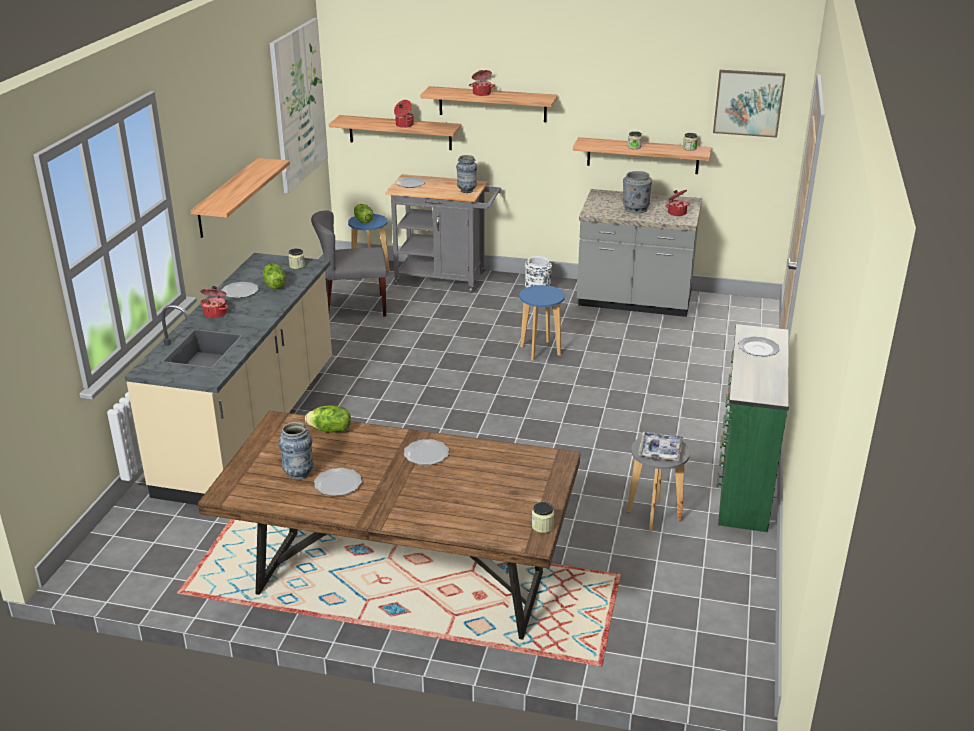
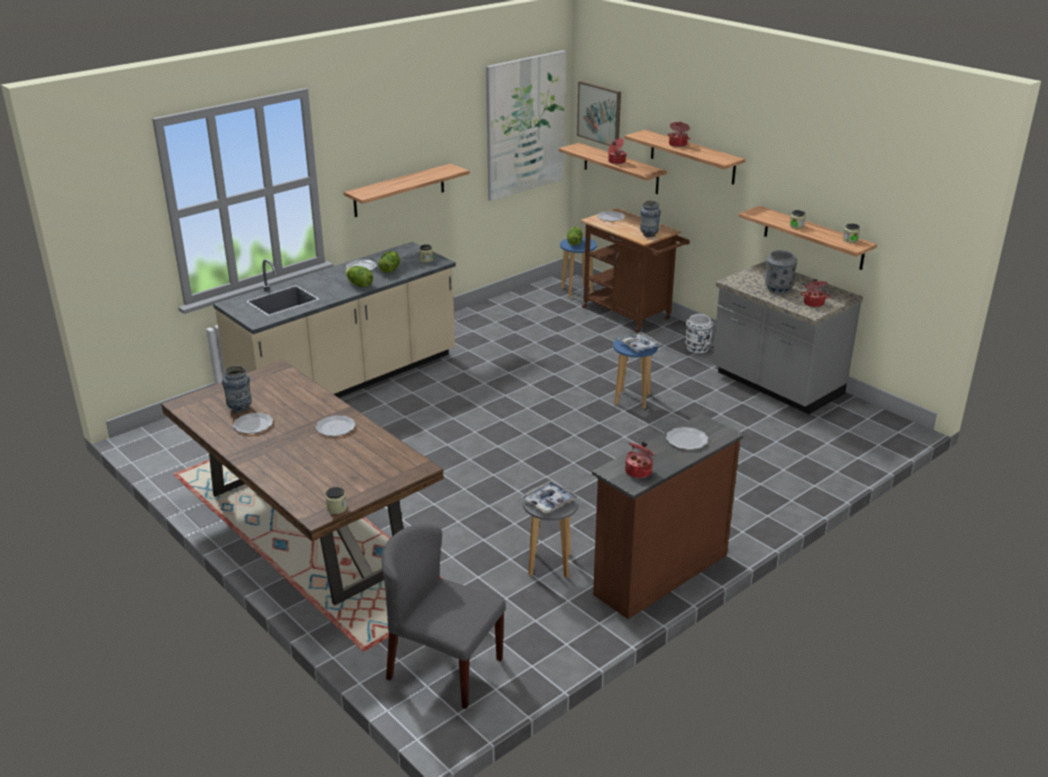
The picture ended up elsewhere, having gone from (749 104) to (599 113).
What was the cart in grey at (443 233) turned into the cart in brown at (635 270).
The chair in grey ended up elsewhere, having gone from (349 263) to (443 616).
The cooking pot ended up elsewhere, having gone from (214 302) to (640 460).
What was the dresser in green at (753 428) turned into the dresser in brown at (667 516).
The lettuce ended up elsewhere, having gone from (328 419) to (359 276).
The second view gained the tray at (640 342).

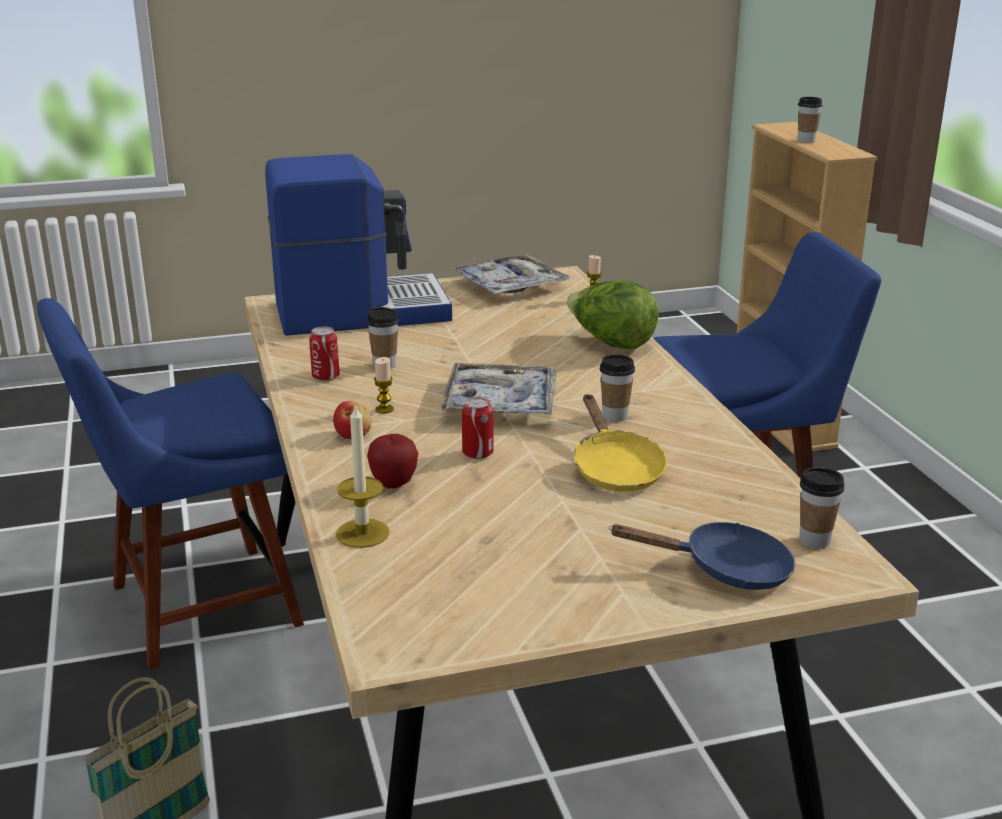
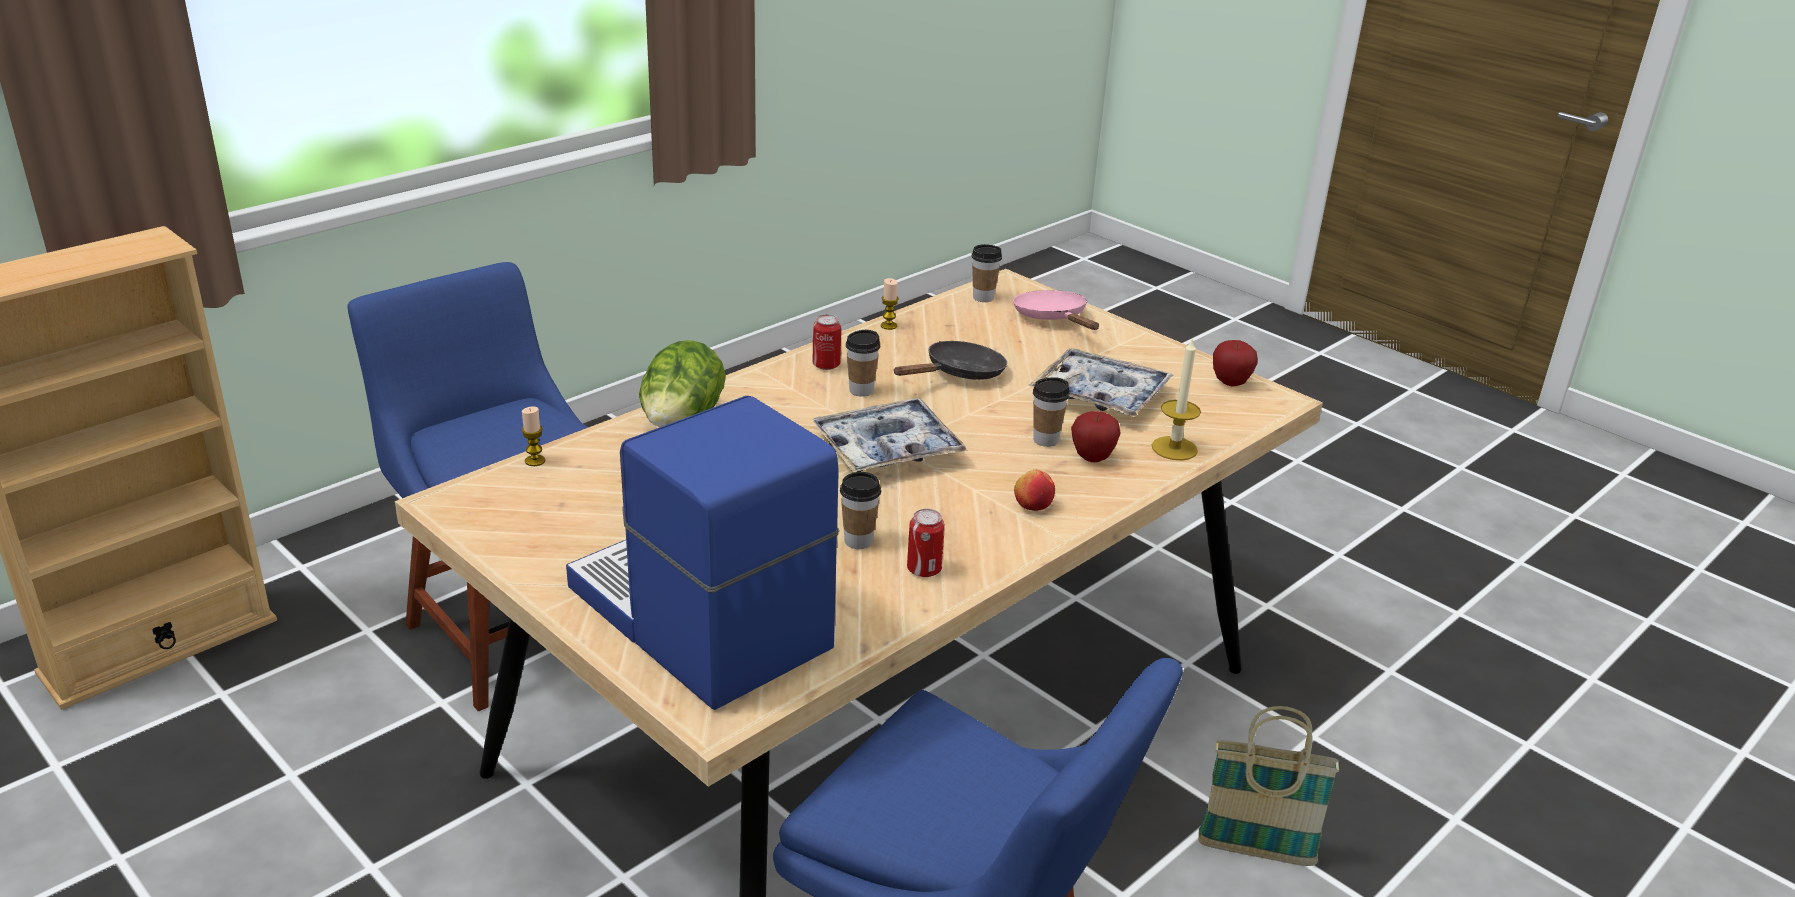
The cup ended up elsewhere, having gone from (810 120) to (1051 412).
The tray ended up elsewhere, having gone from (510 274) to (1100 382).
The candle ended up elsewhere, having gone from (384 385) to (890 304).
What was the frying pan in yellow at (620 443) turned into the frying pan in black at (950 360).
The can ended up elsewhere, having gone from (478 428) to (826 342).
What was the frying pan in blue at (702 556) turned into the frying pan in pink at (1056 310).
The second view gained the apple at (1235 363).

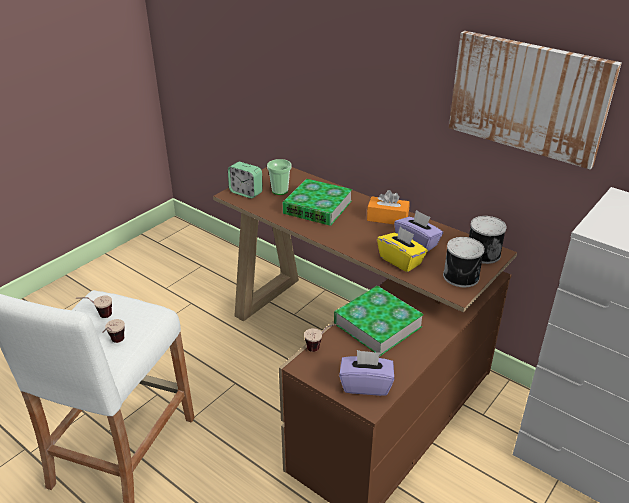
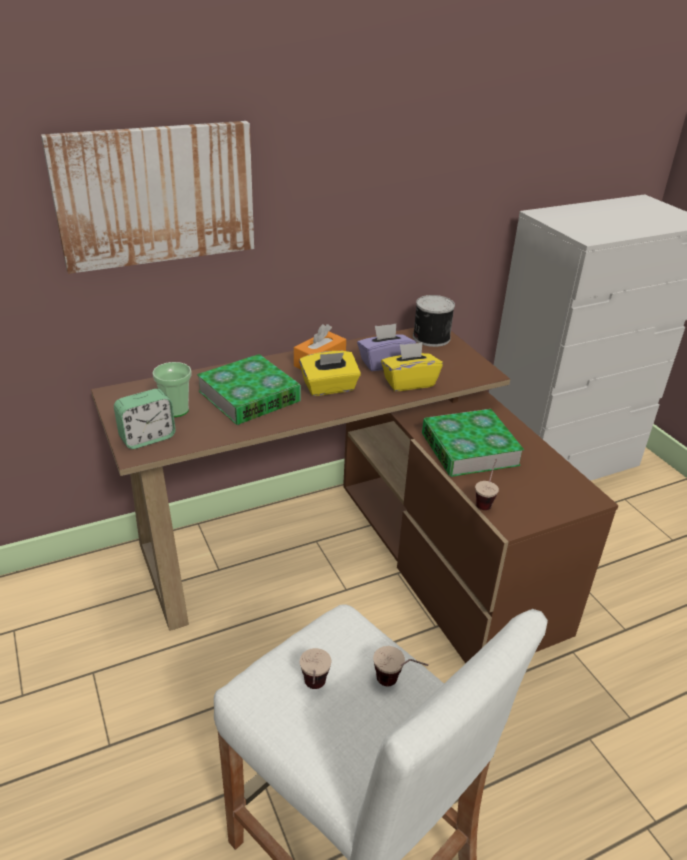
The picture ended up elsewhere, having gone from (535 100) to (147 197).
The second view lost the can at (464 262).
The second view lost the tissue box in purple at (366 373).
The second view gained the tissue box in yellow at (330 373).

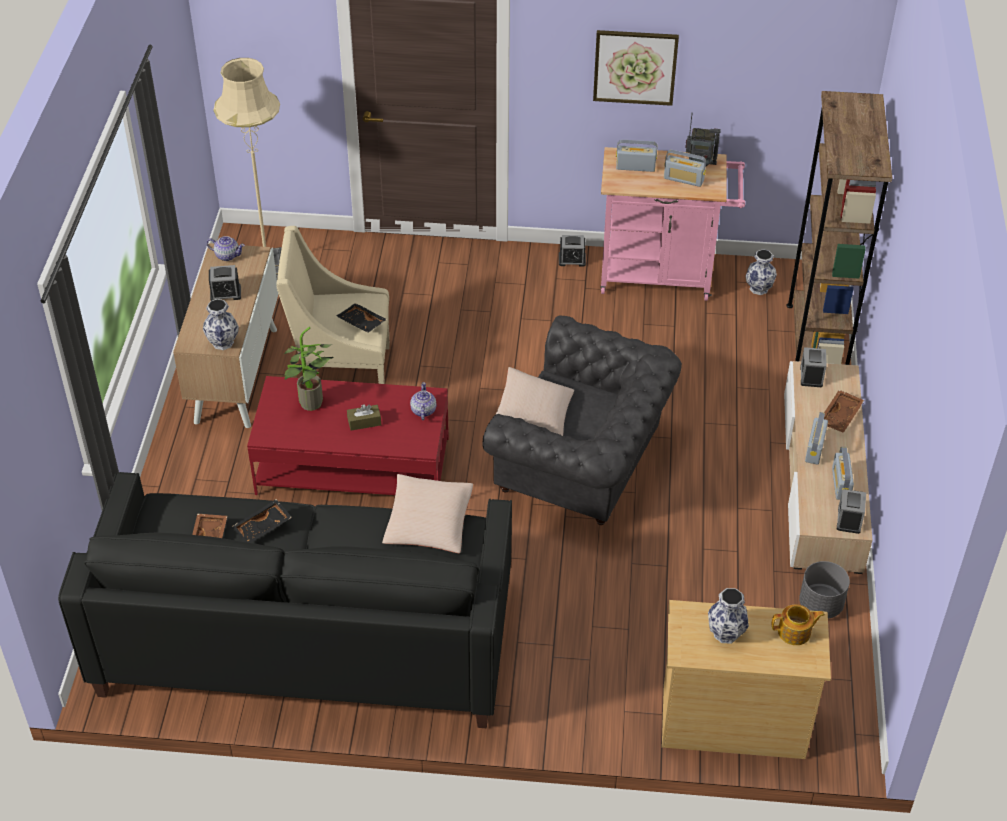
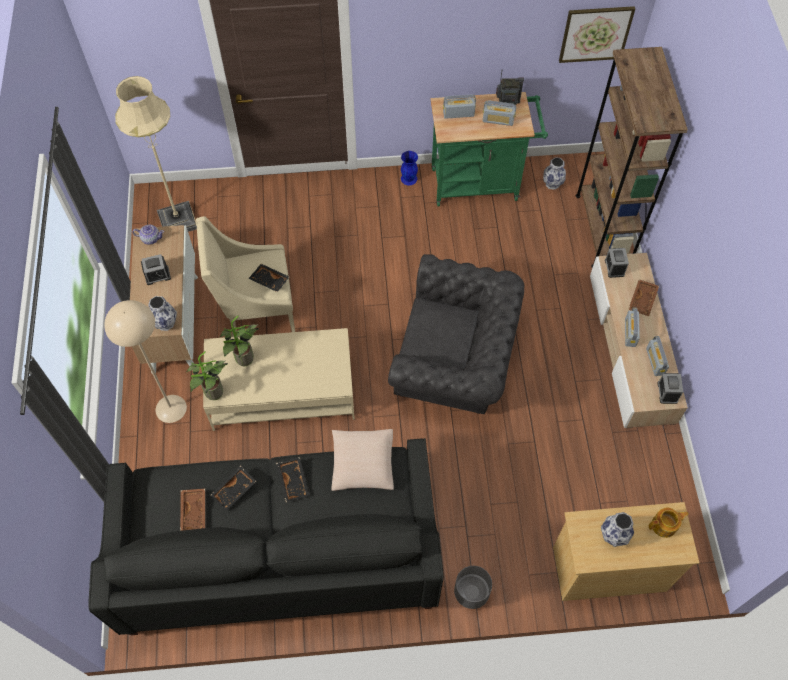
The picture ended up elsewhere, having gone from (636 68) to (597 34).
What was the cart in pink at (673 224) turned into the cart in green at (489 149).
Where the alarm clock stood at (572 251), the vase in blue came to stand at (409 168).
The second view lost the pillow in beige at (534 401).
What was the coffee table in red at (348 435) turned into the coffee table in beige at (279 379).
The second view lost the teapot at (423 401).
The second view lost the tissue box in brown at (364 417).
The planter in grey ended up elsewhere, having gone from (824 590) to (473 587).
The second view gained the floor lamp in beige at (145 361).
The second view gained the potted plant at (207 375).
The second view gained the tray in black at (293 479).

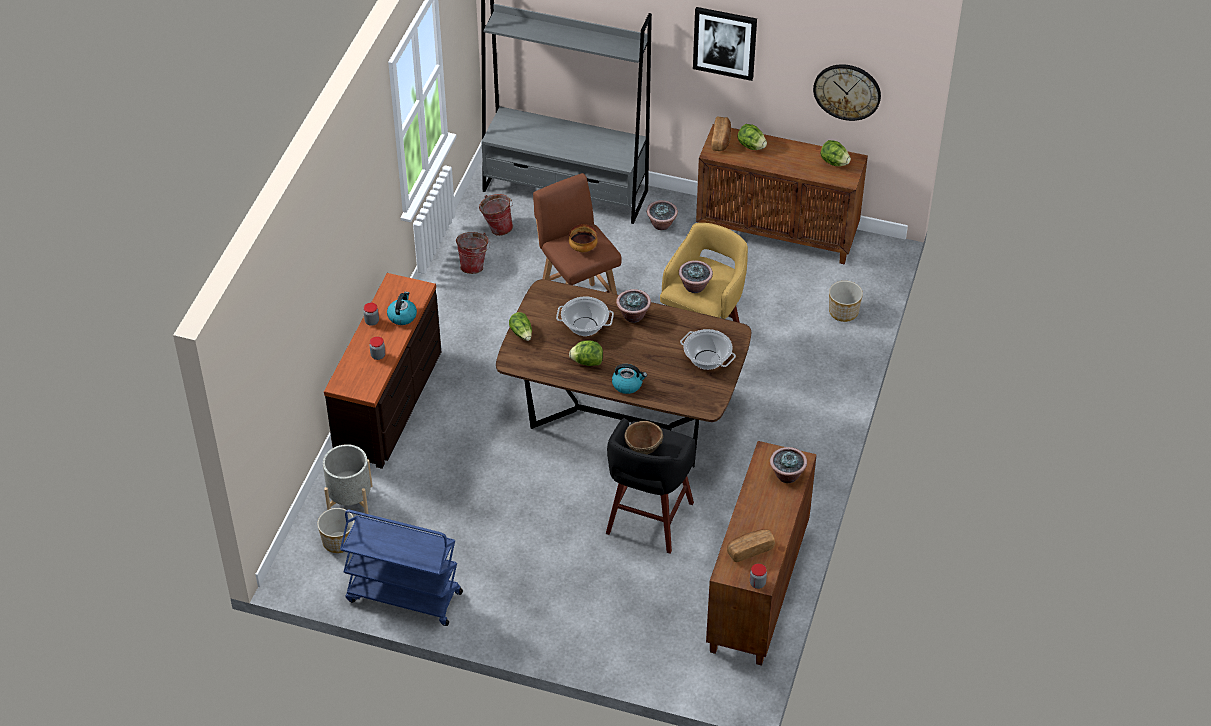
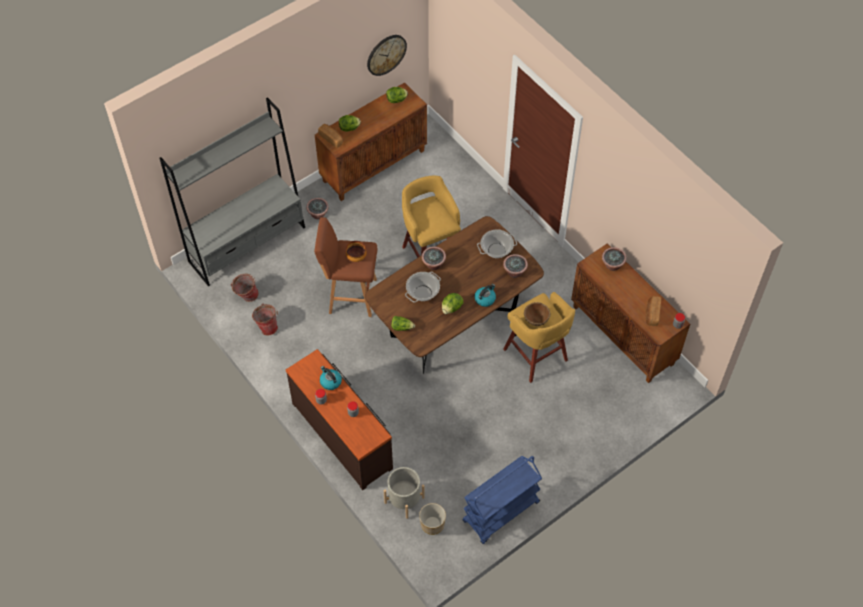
The second view lost the picture at (725 44).
The potted plant ended up elsewhere, having gone from (696 276) to (515 266).
The second view lost the planter at (846 301).
What was the stool in black at (651 486) turned into the stool in yellow at (539 337).

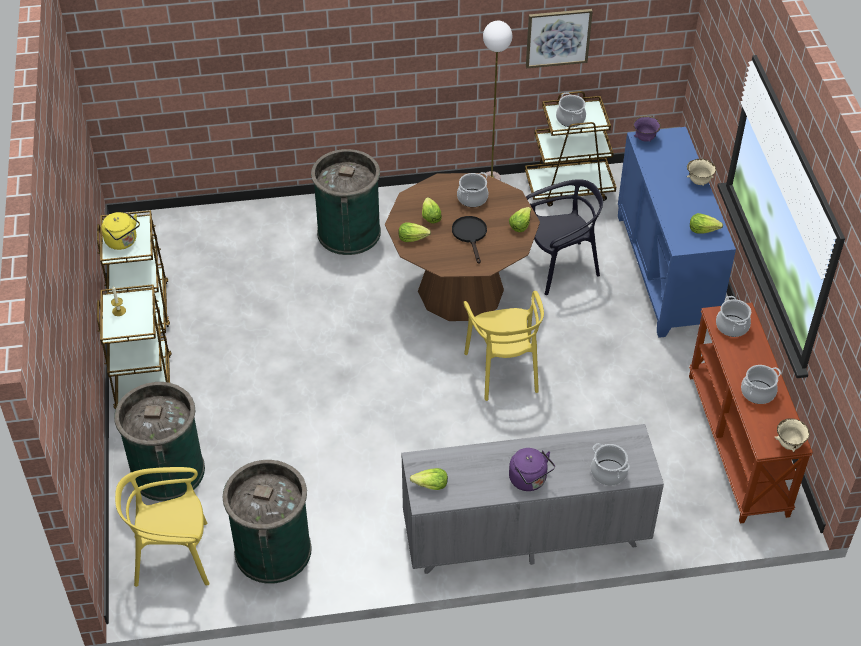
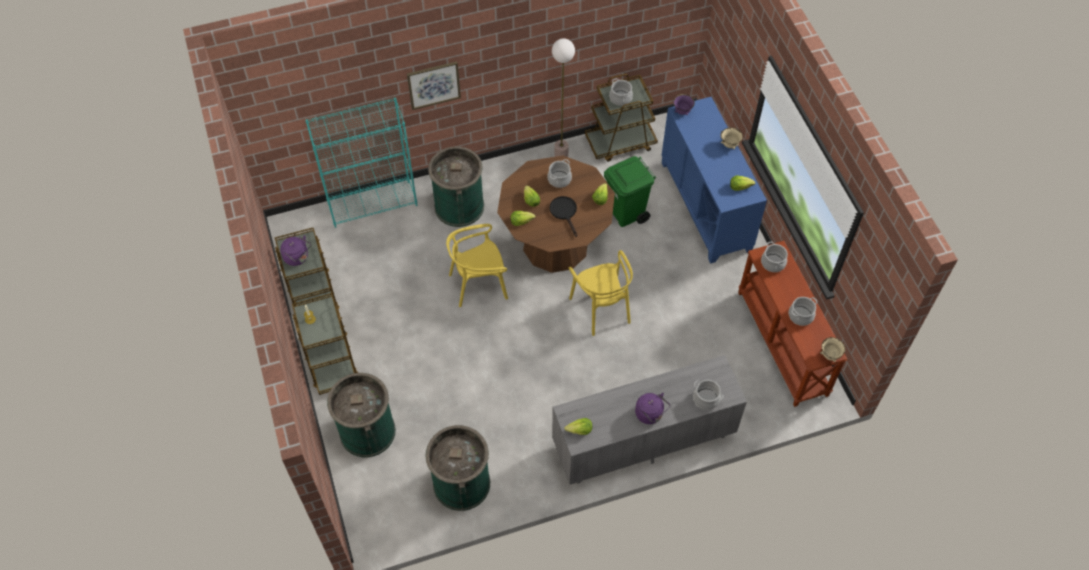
The picture ended up elsewhere, having gone from (559 38) to (434 85).
Where the chair in black stood at (564 237), the trash can in green came to stand at (630 191).
What was the kettle in yellow at (120 231) turned into the kettle in purple at (295 250).
The chair in yellow ended up elsewhere, having gone from (162 527) to (477 265).
The second view gained the bookcase in turquoise at (361 162).

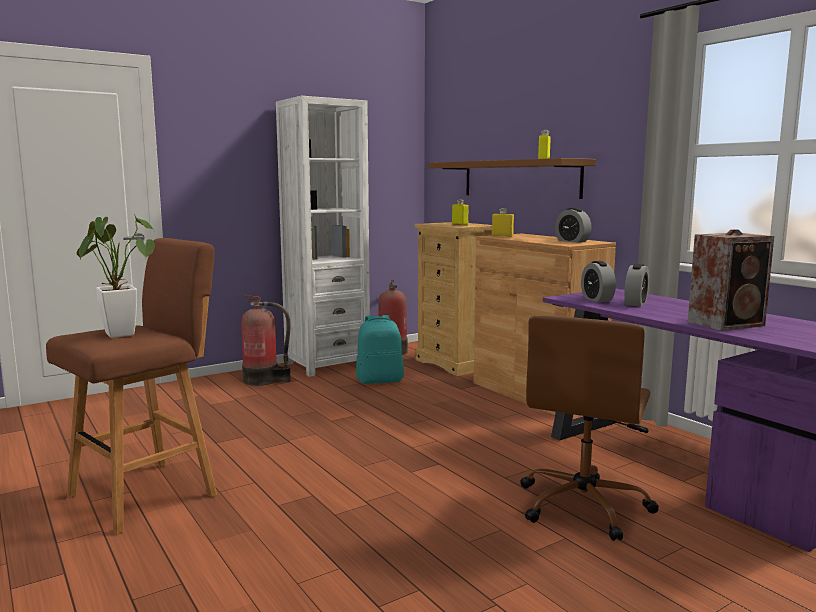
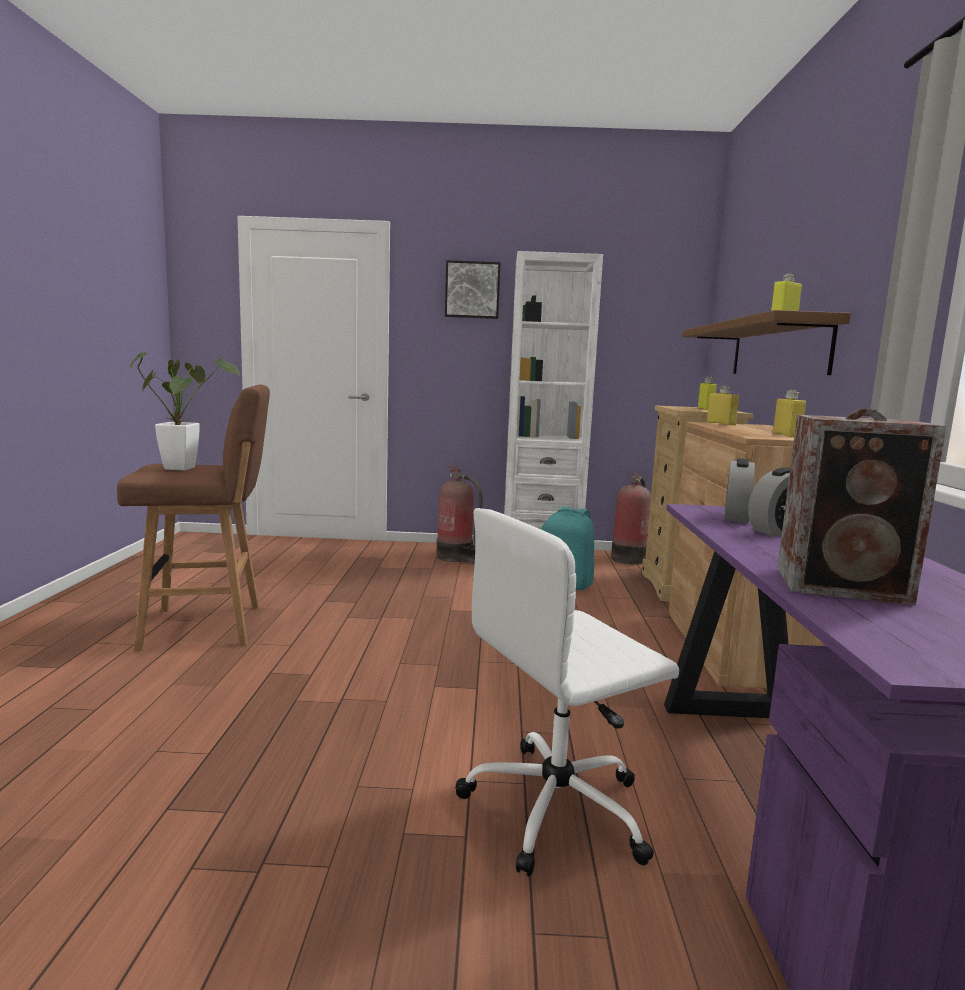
Where the alarm clock stood at (573 225), the bottle in yellow came to stand at (789 413).
What was the office chair in brown at (589 428) turned into the office chair in white at (567 692).
The second view gained the picture at (473 289).

